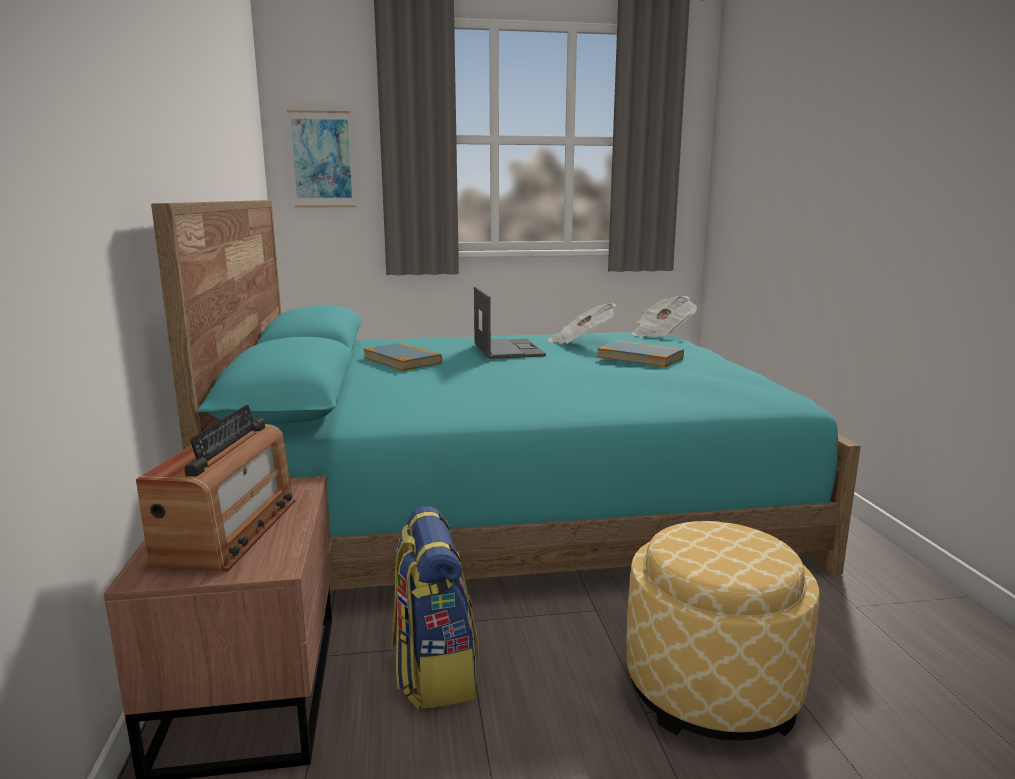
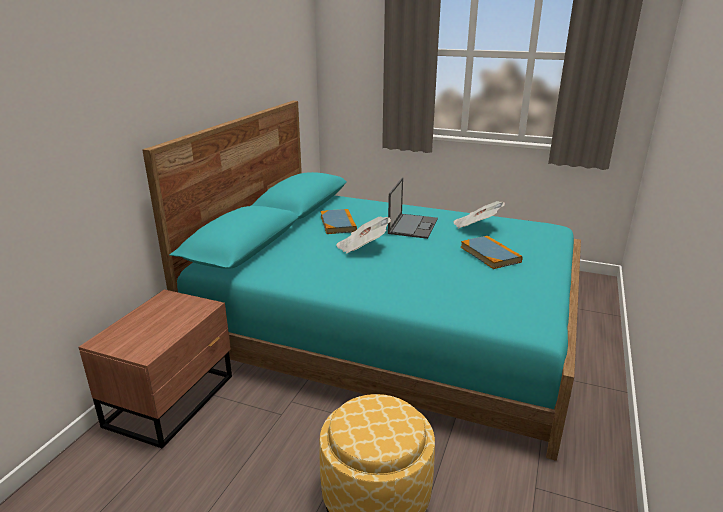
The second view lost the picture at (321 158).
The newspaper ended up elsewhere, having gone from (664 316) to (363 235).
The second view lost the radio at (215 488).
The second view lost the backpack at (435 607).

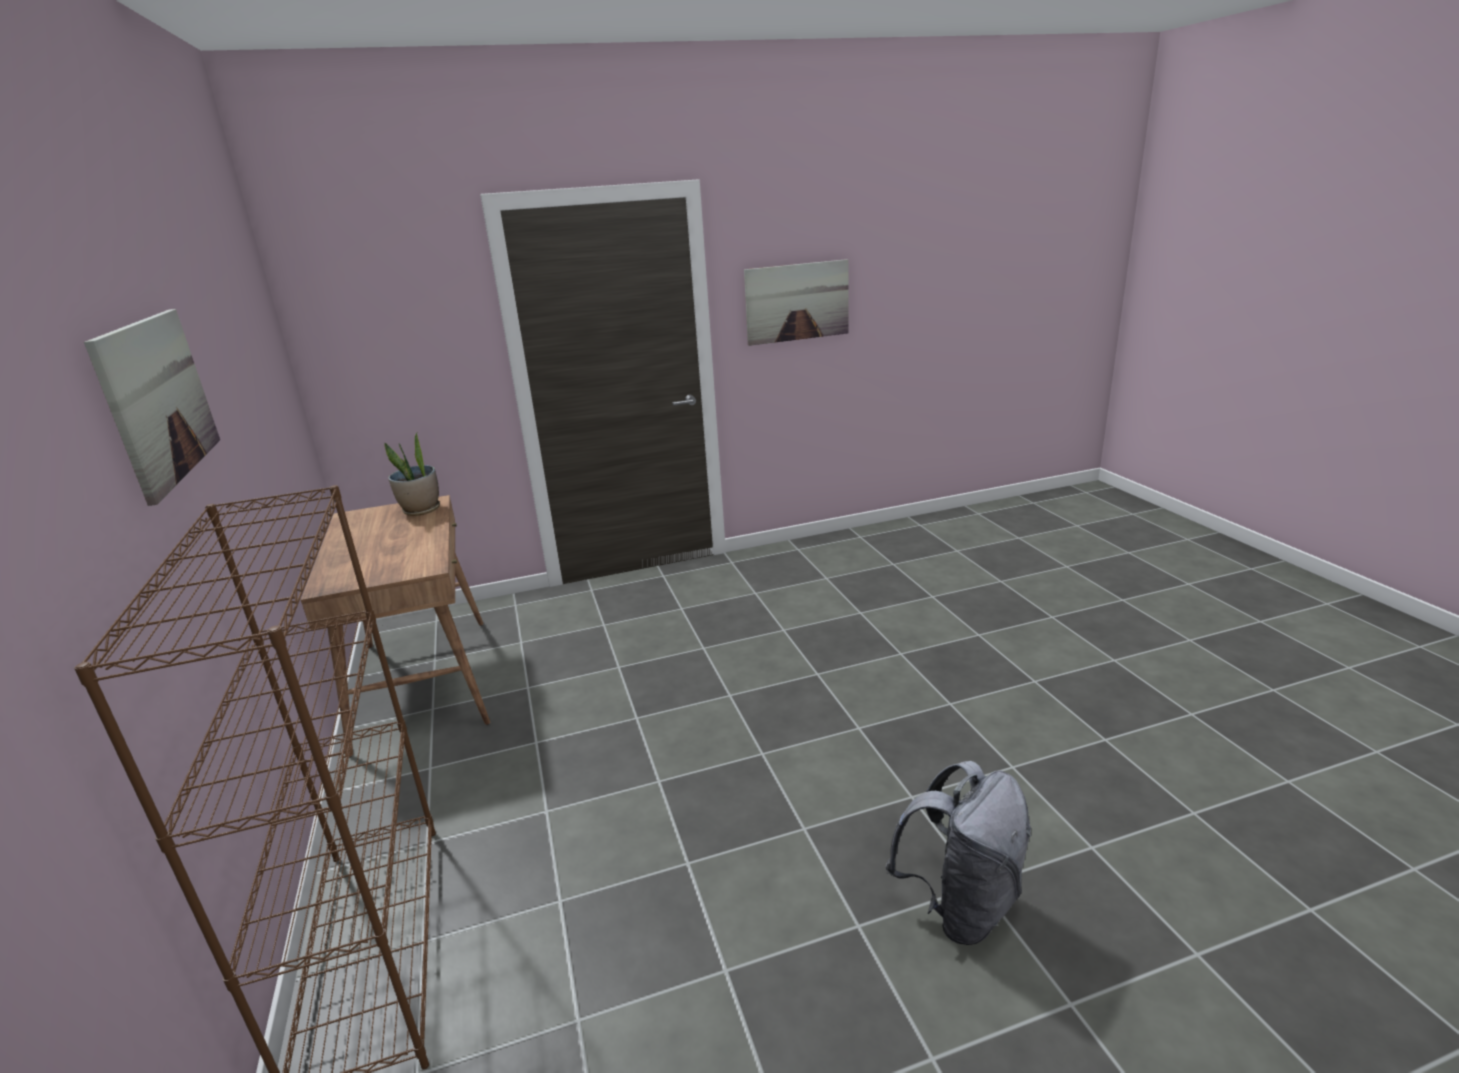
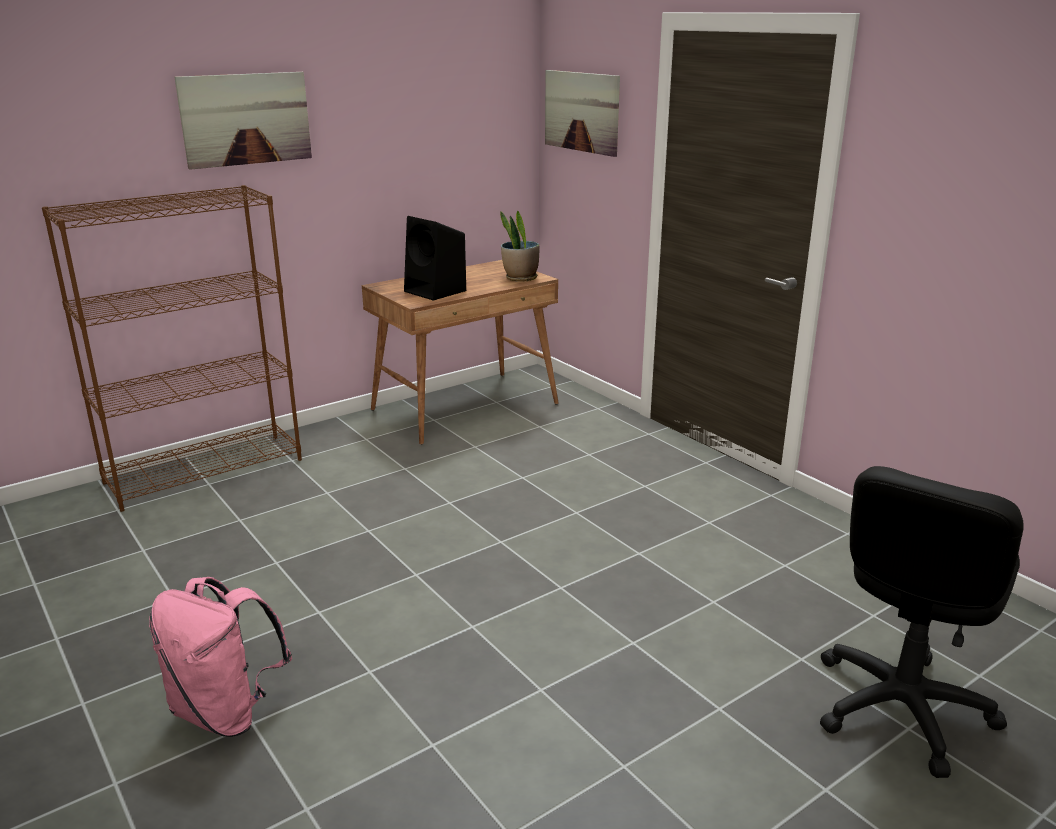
The picture ended up elsewhere, having gone from (796 302) to (582 113).
What was the backpack in grey at (958 853) turned into the backpack in pink at (220 657).
The second view gained the speaker in black at (435 258).
The second view gained the office chair in black at (922 622).

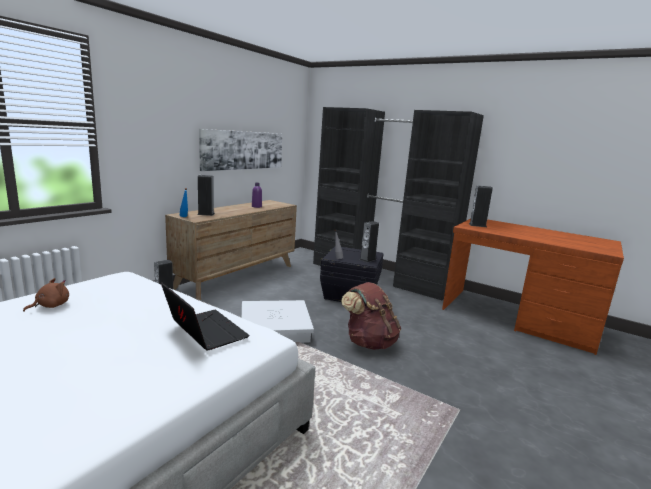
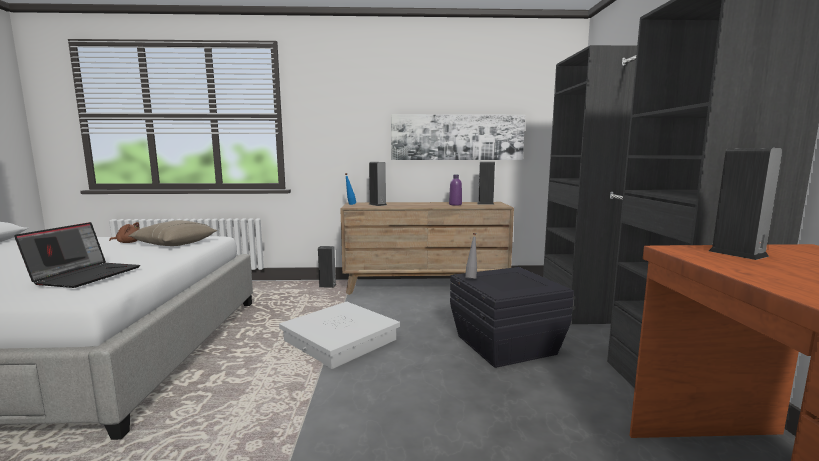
The speaker ended up elsewhere, having gone from (369 241) to (486 183).
The second view lost the backpack in brown at (371 316).
The second view gained the pillow in beige at (173 233).

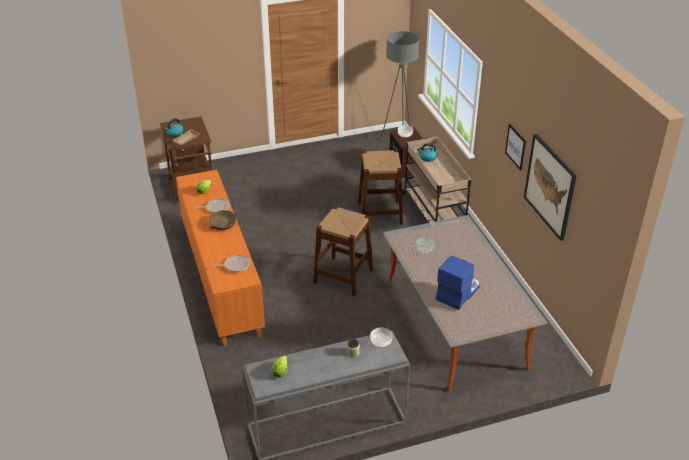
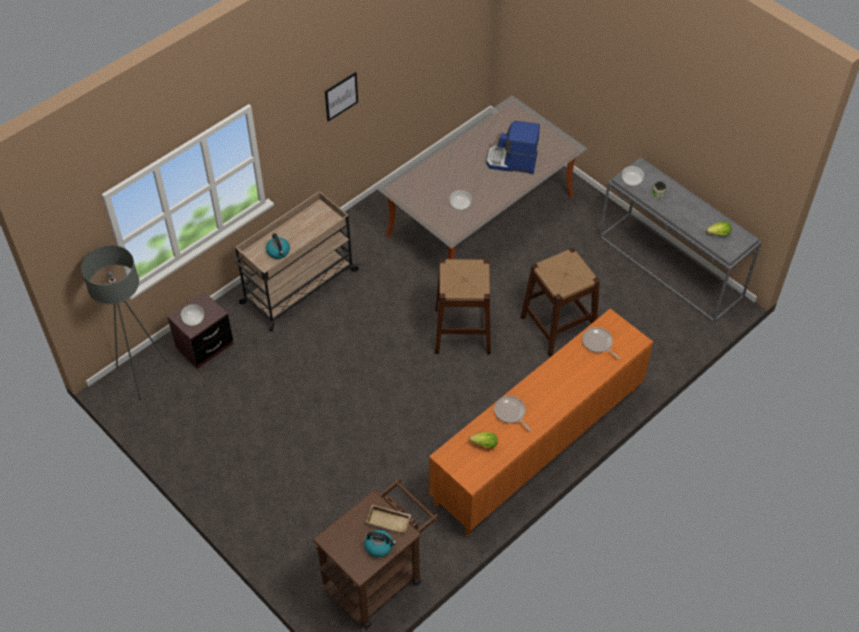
The second view lost the picture at (550 187).
The stool in brown ended up elsewhere, having gone from (380 187) to (560 302).
The second view lost the bowl in brown at (222 220).

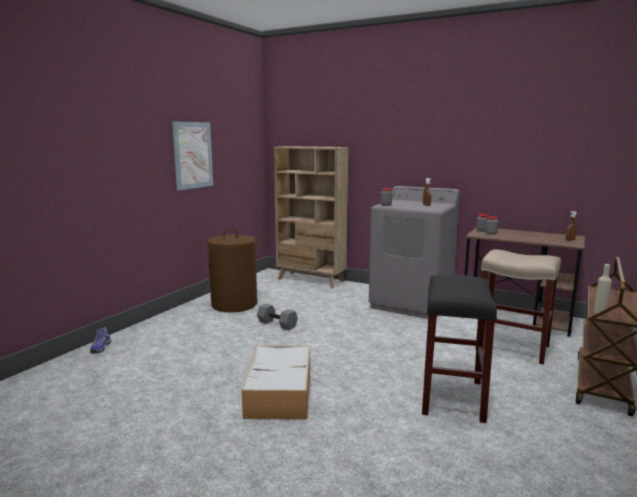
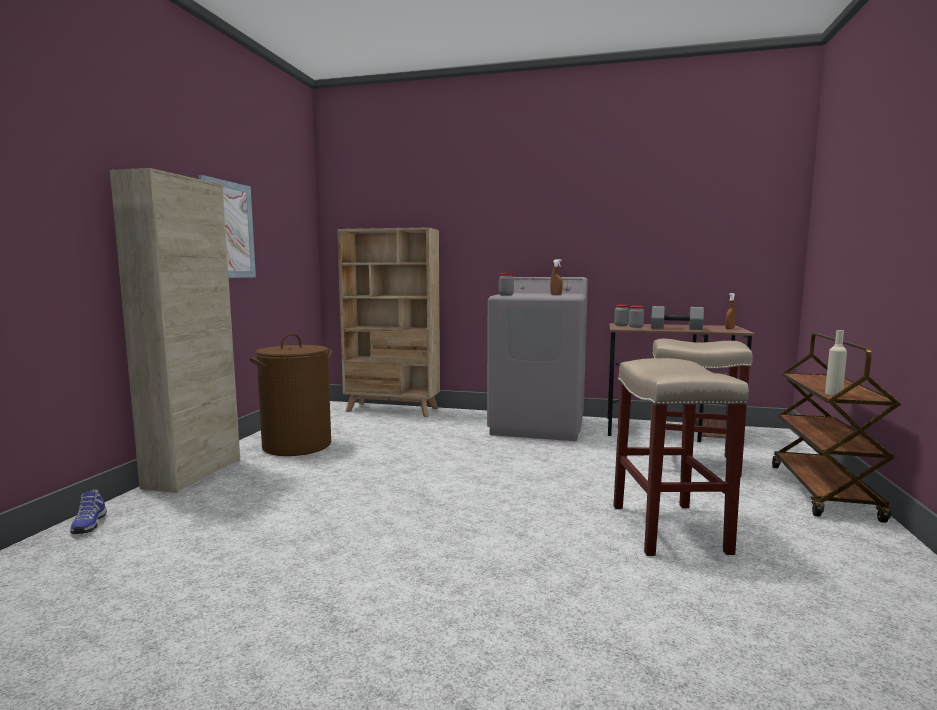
What was the stool in black at (459 349) turned into the stool in beige at (681 457).
The dumbbell in grey ended up elsewhere, having gone from (277 316) to (677 318).
The second view lost the storage box at (276 382).
The second view gained the cabinet in beige at (175 330).

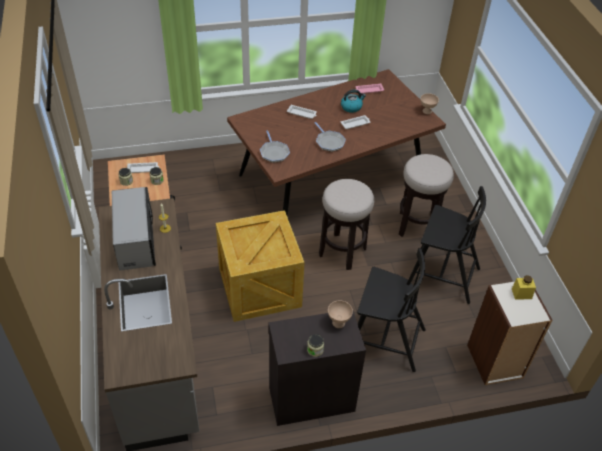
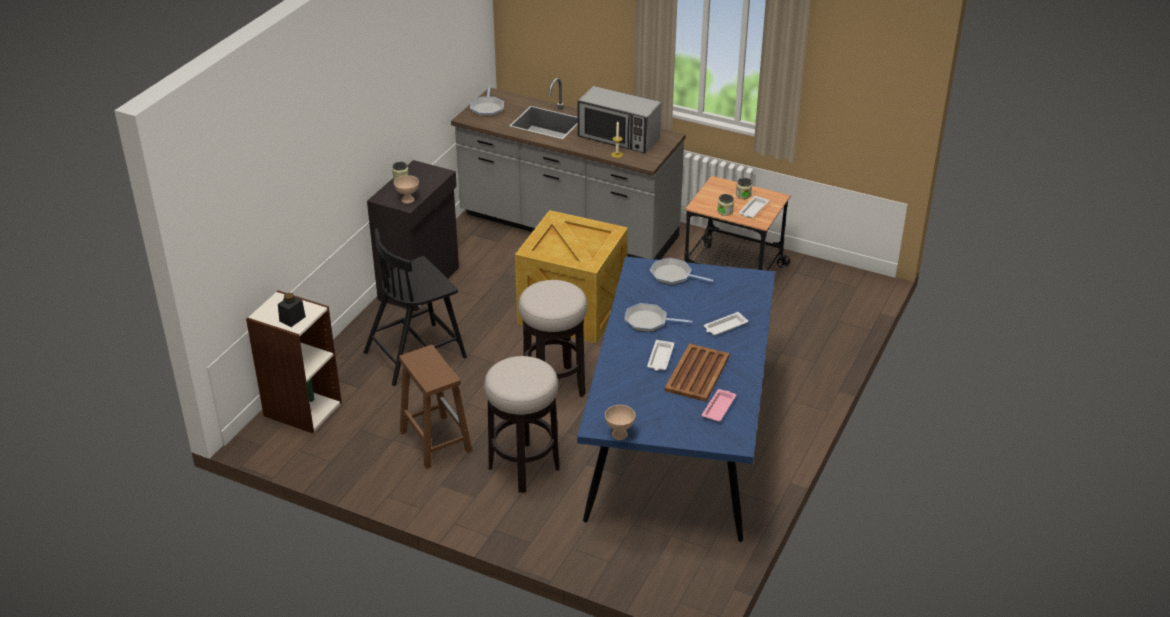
What was the dining table in brown at (336 142) turned into the dining table in blue at (676 399).
Where the kettle stood at (353 101), the tray in brown came to stand at (697 373).
Where the chair in black stood at (449 245), the stool in brown came to stand at (435 407).
What was the jar in yellow at (524 287) turned into the jar in black at (292 310).
The second view gained the frying pan at (487 101).

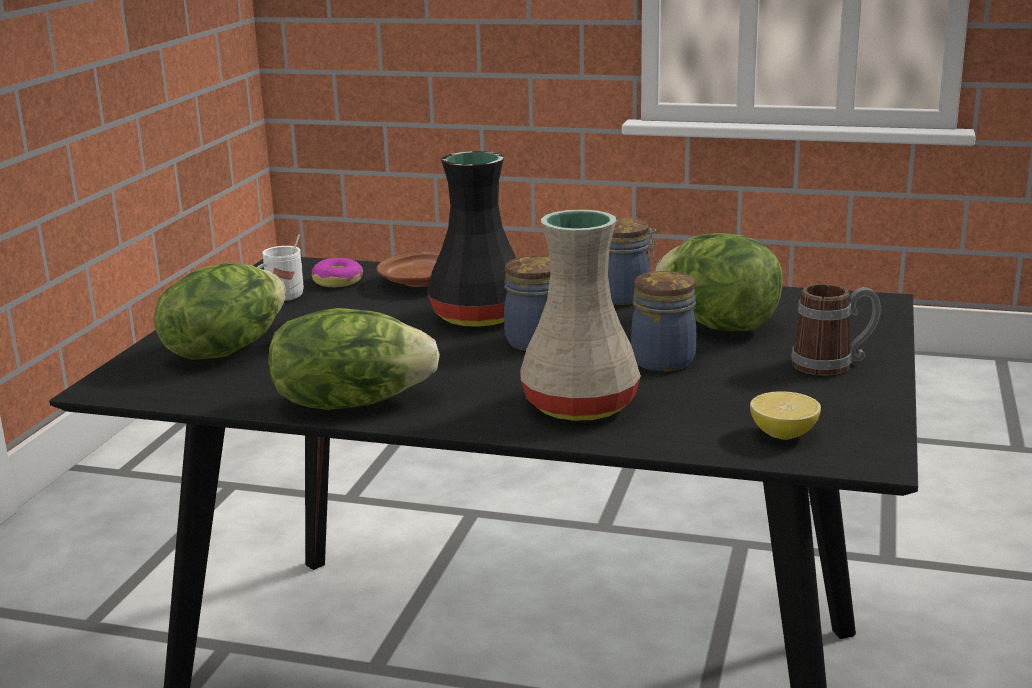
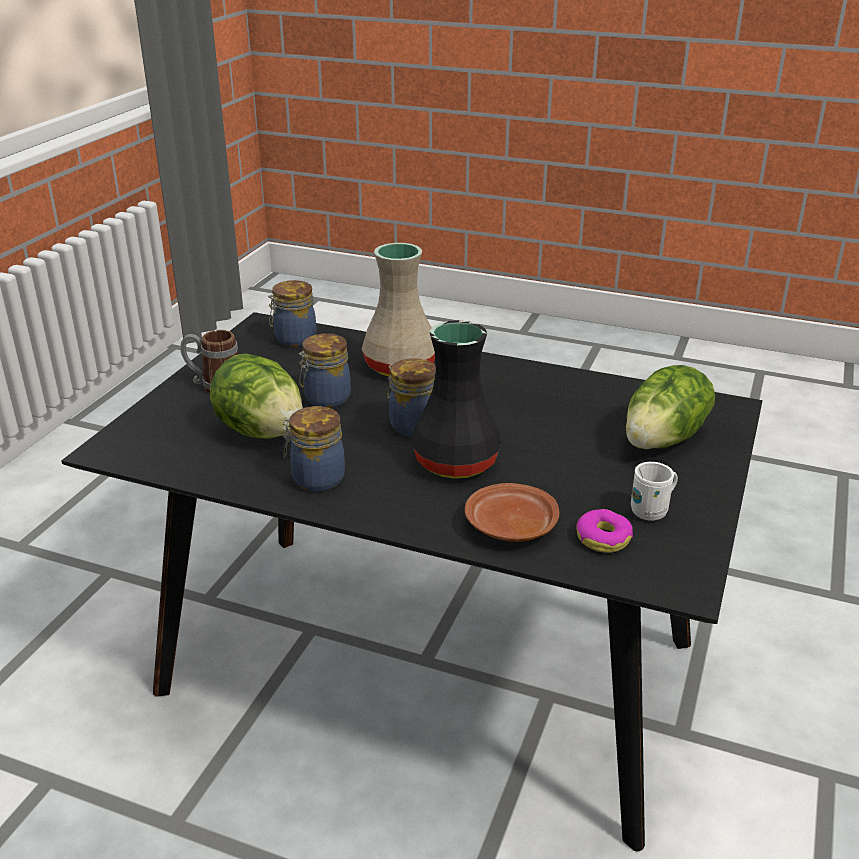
The second view lost the lettuce at (354 359).
Where the lemon stood at (785 415), the jar came to stand at (292 313).

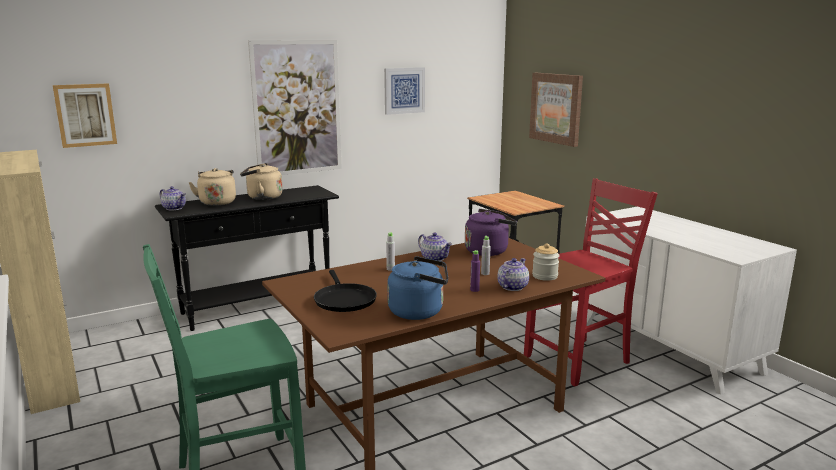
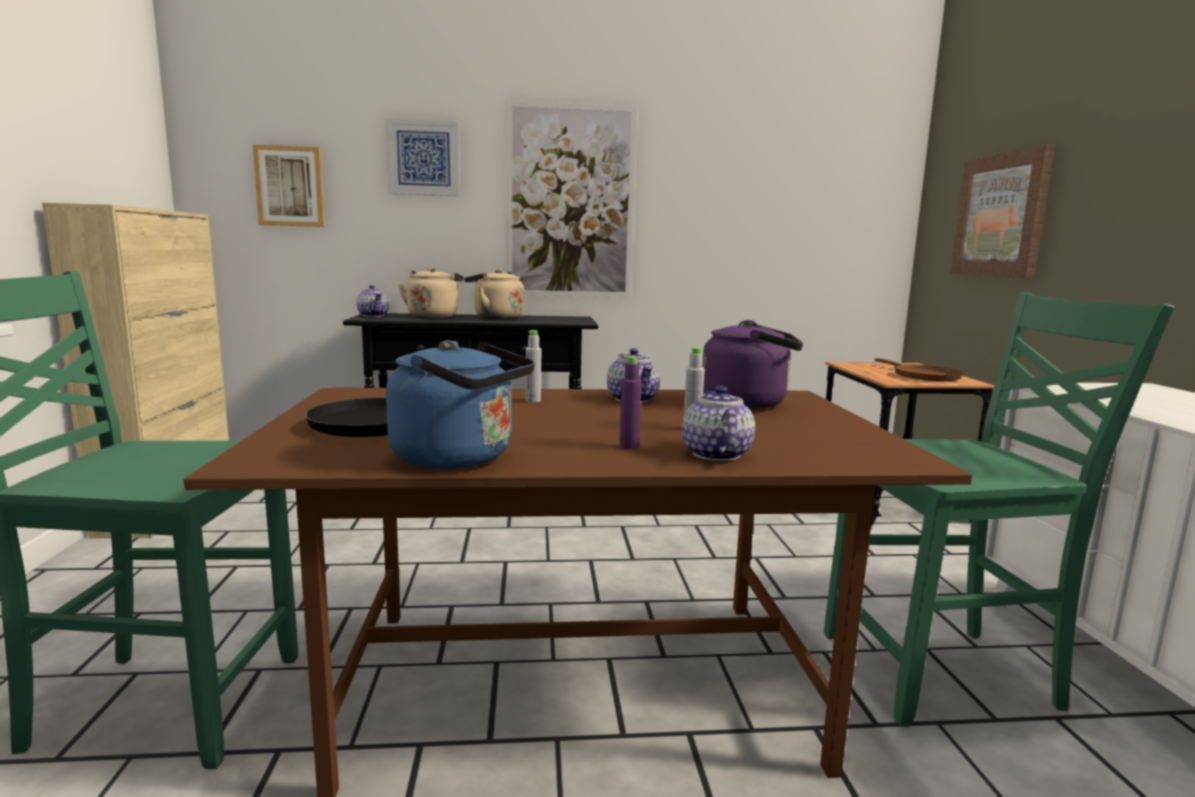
The picture ended up elsewhere, having gone from (404 91) to (423 157).
What was the chair in red at (591 282) turned into the chair in green at (999 509).
The second view lost the jar at (545 262).
The teapot at (513 274) ended up facing another way, 60 degrees counterclockwise from before.
The second view gained the frying pan in brown at (919 369).

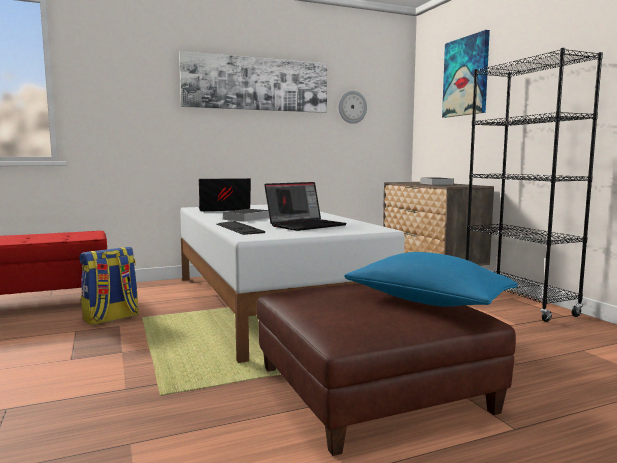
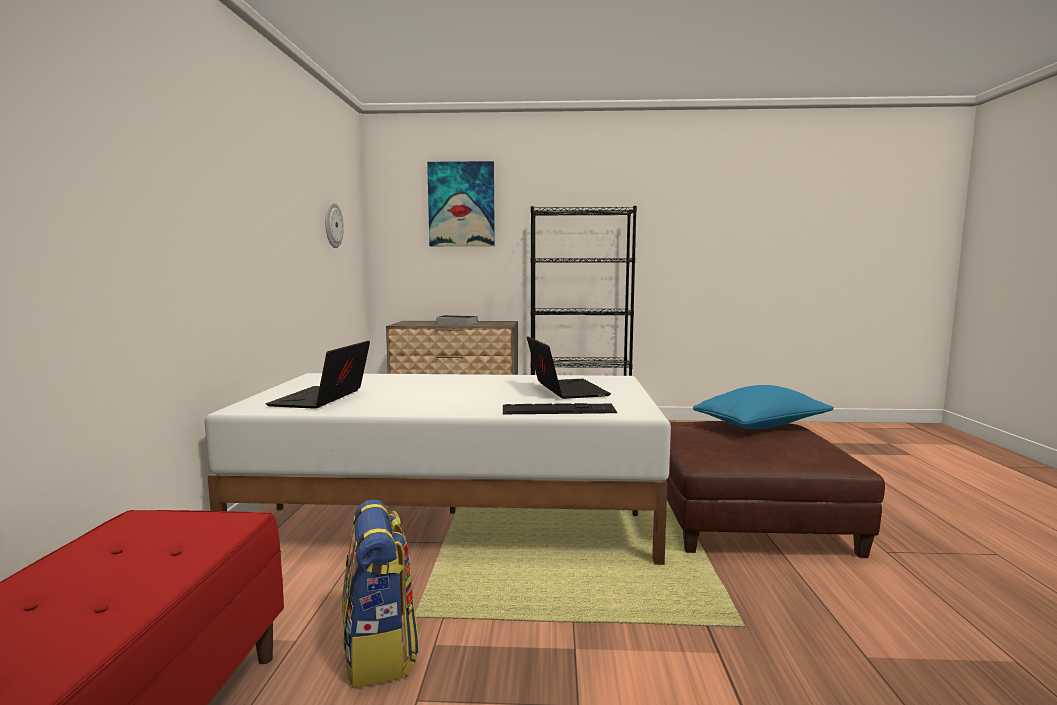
The second view lost the picture at (253 82).
The second view lost the book at (245 215).

